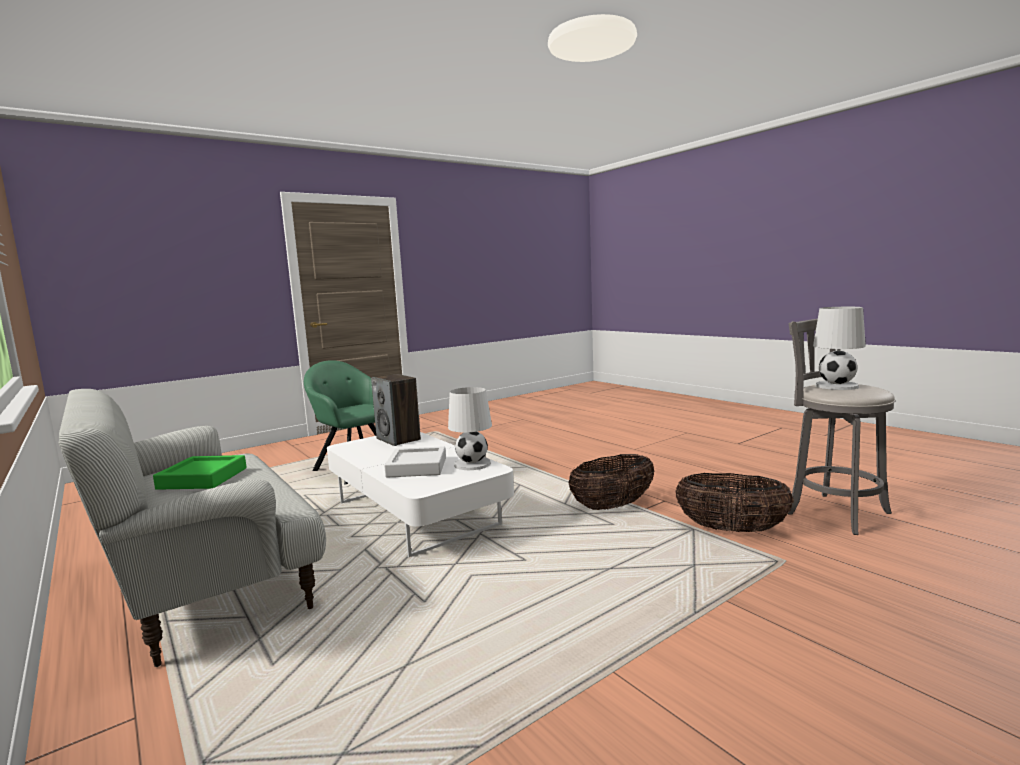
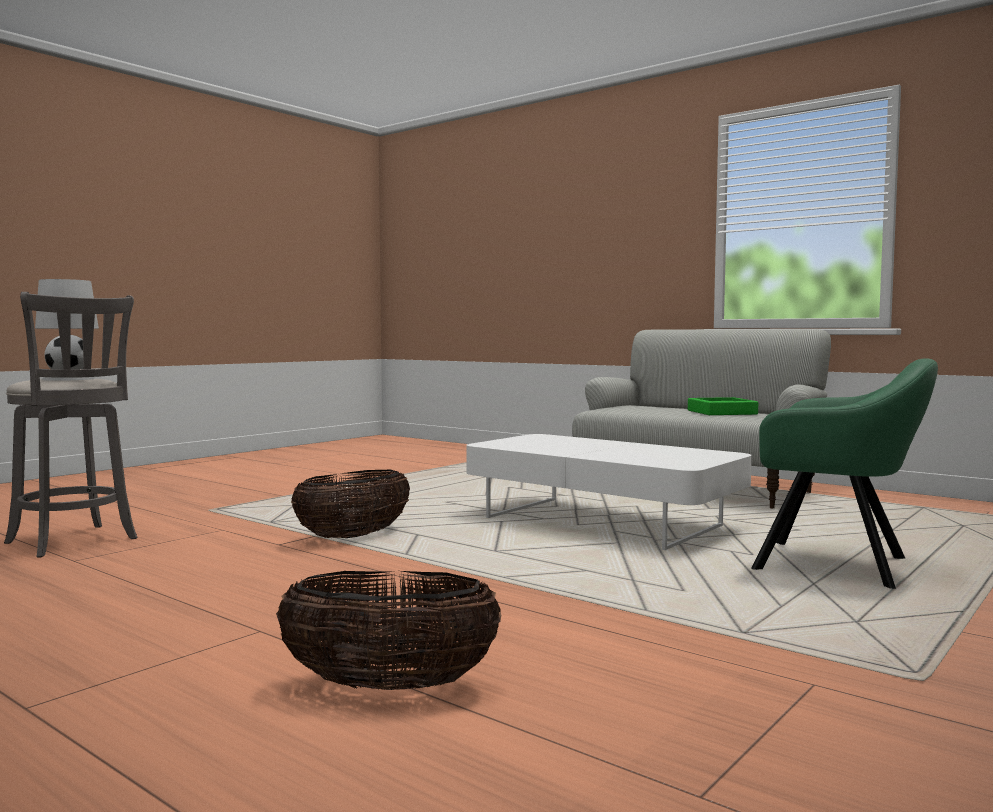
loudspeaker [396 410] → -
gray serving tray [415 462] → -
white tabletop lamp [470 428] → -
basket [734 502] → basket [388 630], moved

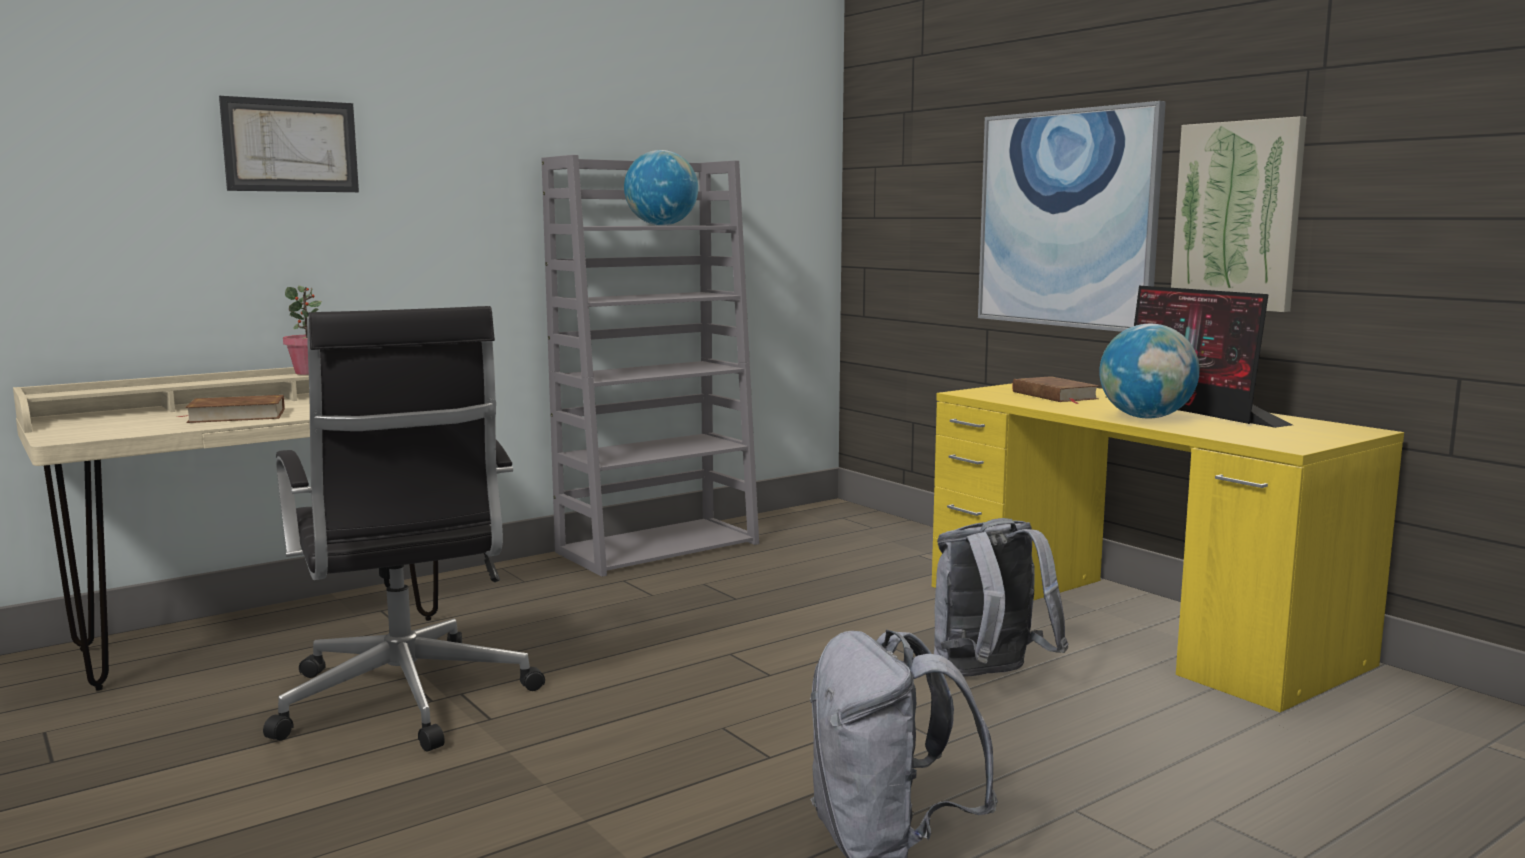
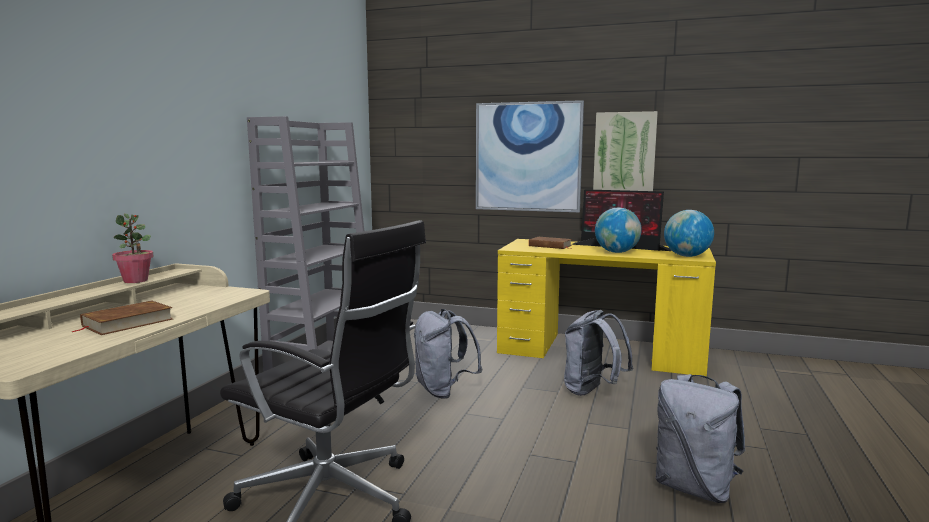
picture [289 144] → -
- → gray rucksack [448 354]
world globe [661 188] → world globe [689 233], moved

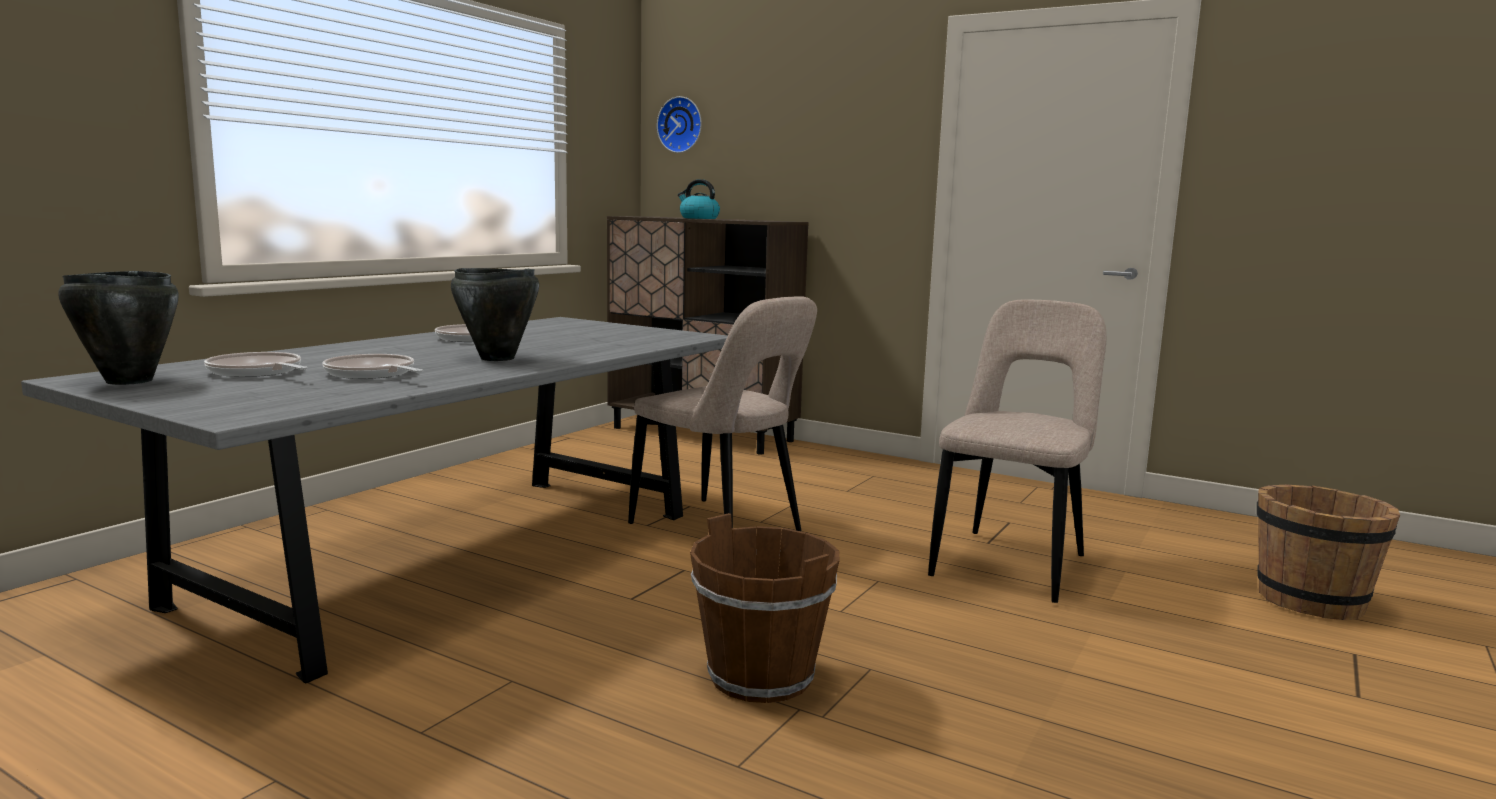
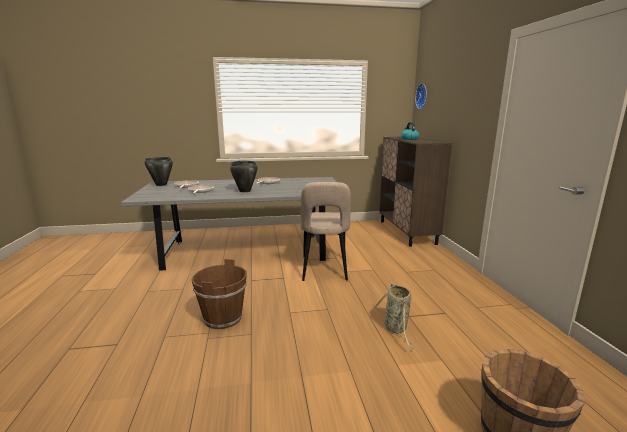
beige chair [1017 451] → basket [393 316]

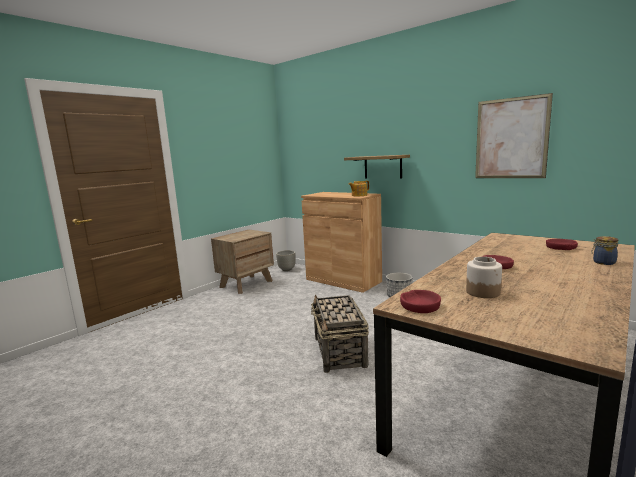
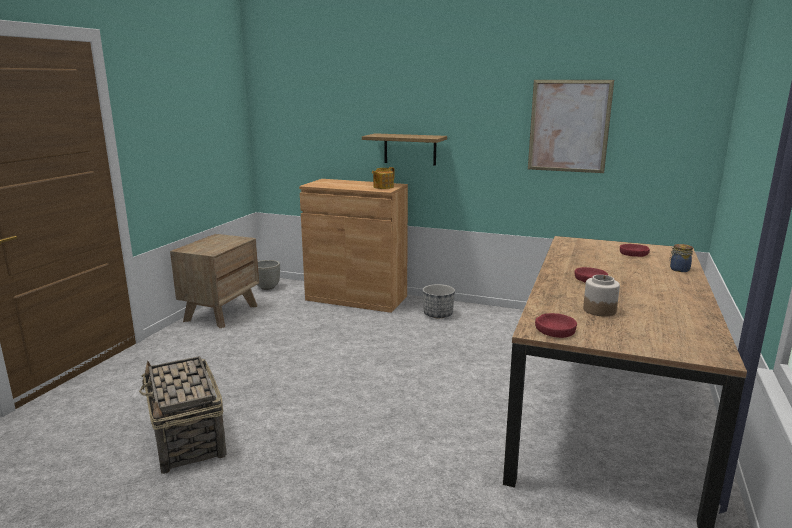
basket [340 333] → basket [183 415], moved

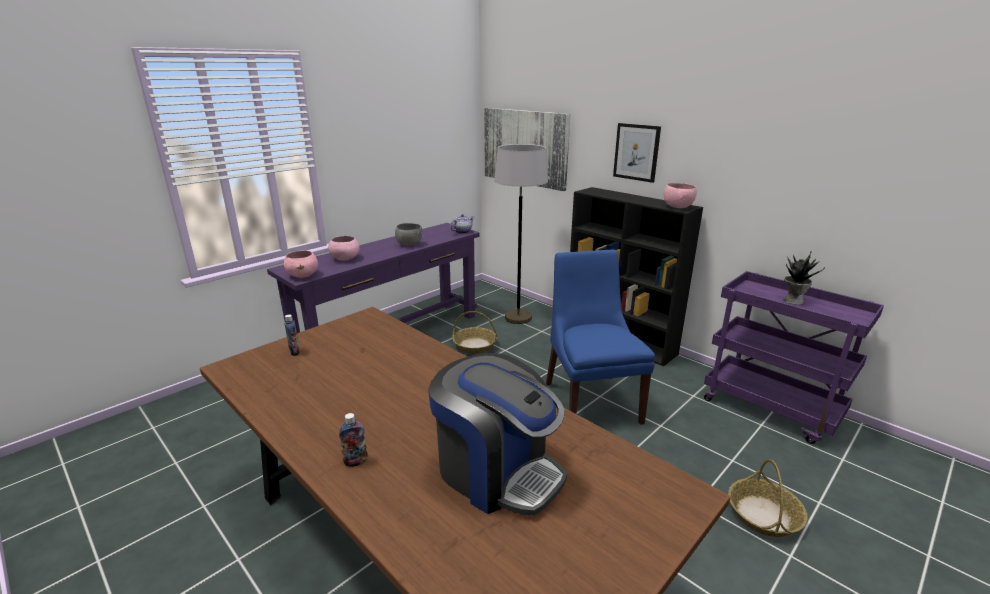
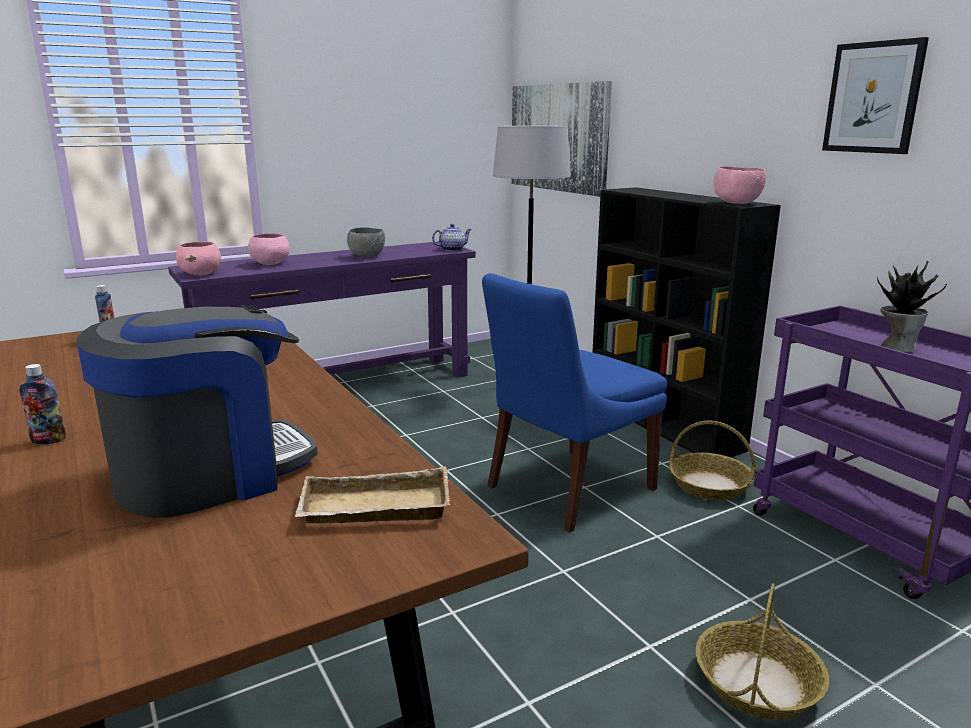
- → beige serving tray [372 494]
basket [475 332] → basket [712 460], moved
picture [637 153] → picture [875 95], moved
coffee machine [497 434] → coffee machine [197 411], 90 degrees counterclockwise
blue chair [600 337] → blue chair [574 403], 135 degrees counterclockwise

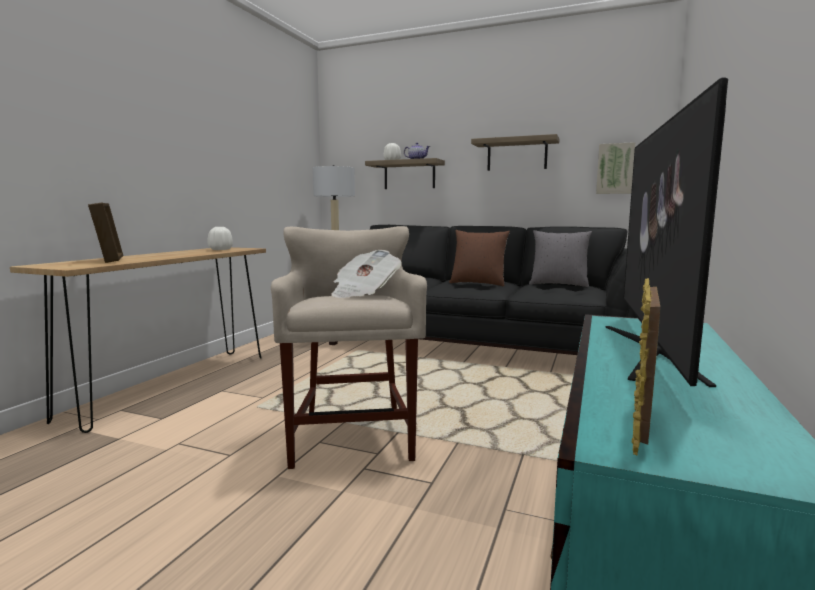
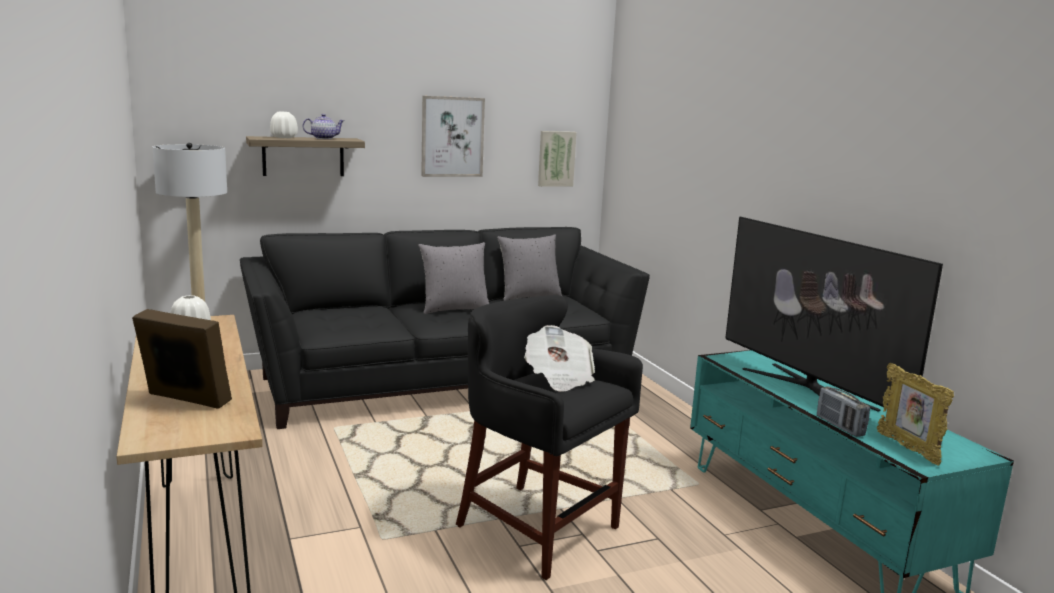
- → radio [843 412]
bracket shelf [515 152] → picture [453 136]
beige sitting stool [349 347] → blackish sitting stool [549 437]
brown cushion [479 258] → gray cushion [454 278]

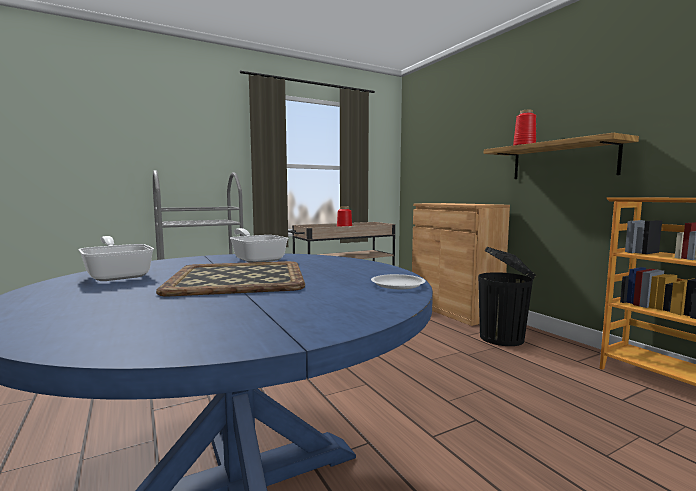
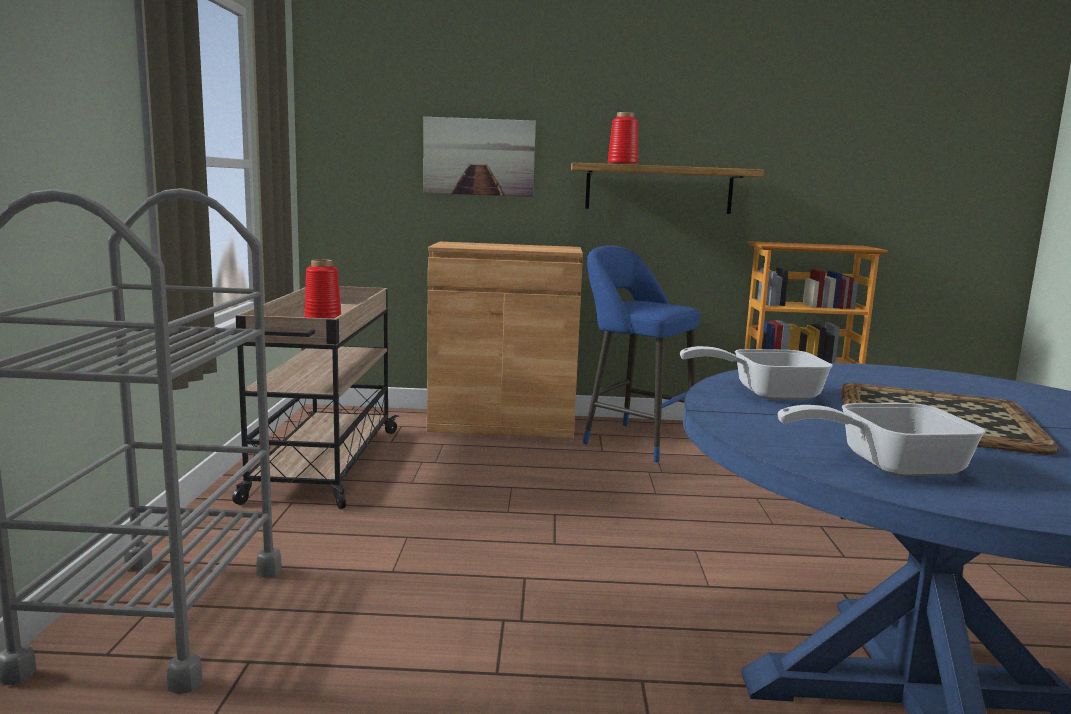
white flat dish [398 281] → -
- → picture [479 157]
blackish waste bin [507 296] → blue sitting stool [641 354]

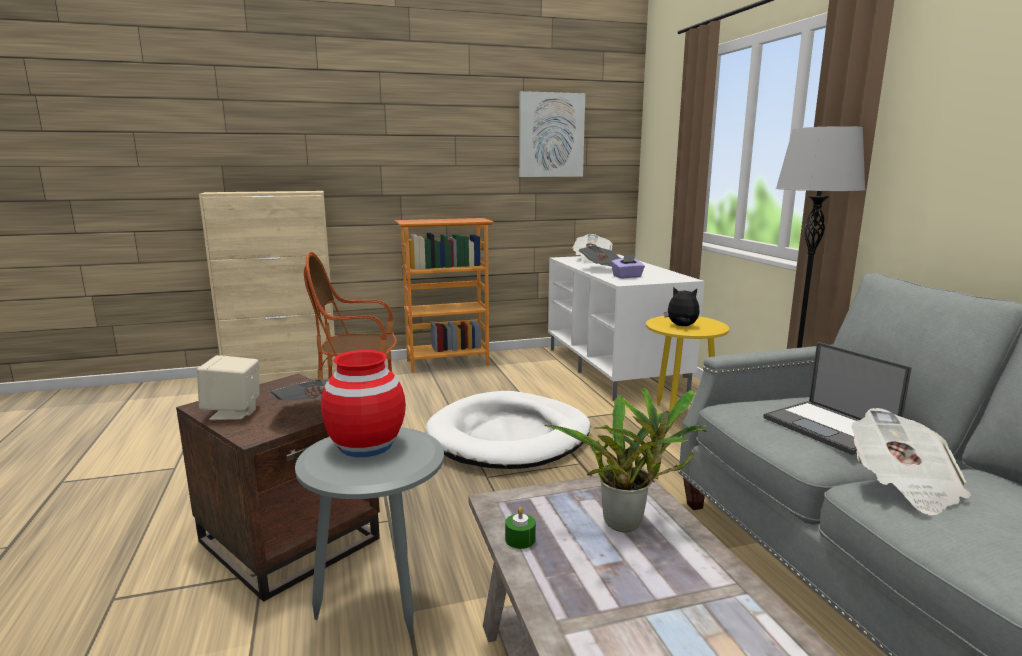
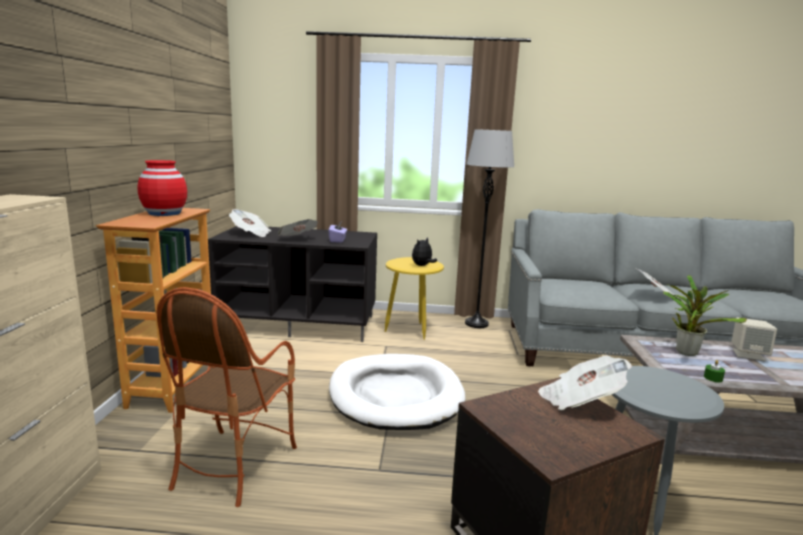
picture [552 134] → -
portable computer [837 398] → -
beige loudspeaker [228 387] → beige loudspeaker [754 339], moved
red-coloured vase [363 403] → red-coloured vase [162 188], moved
white media console [626 327] → blackish media console [292 284]

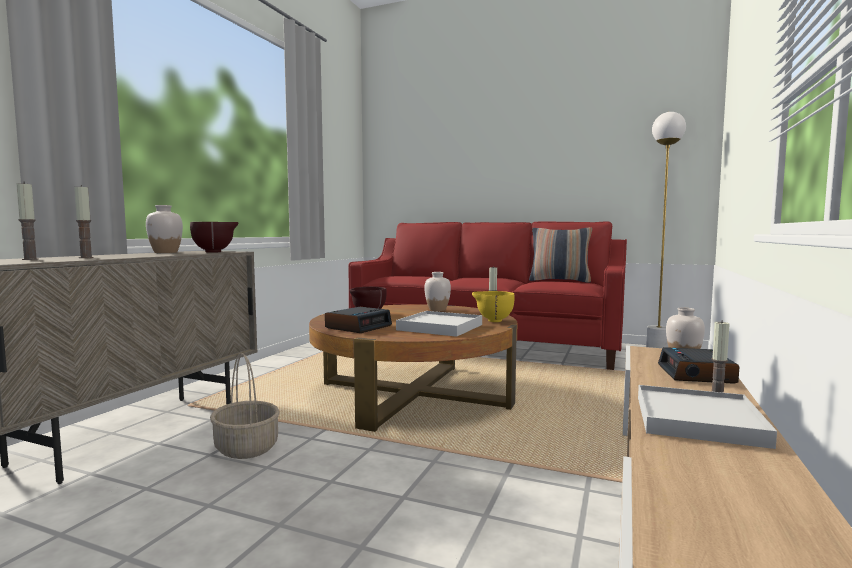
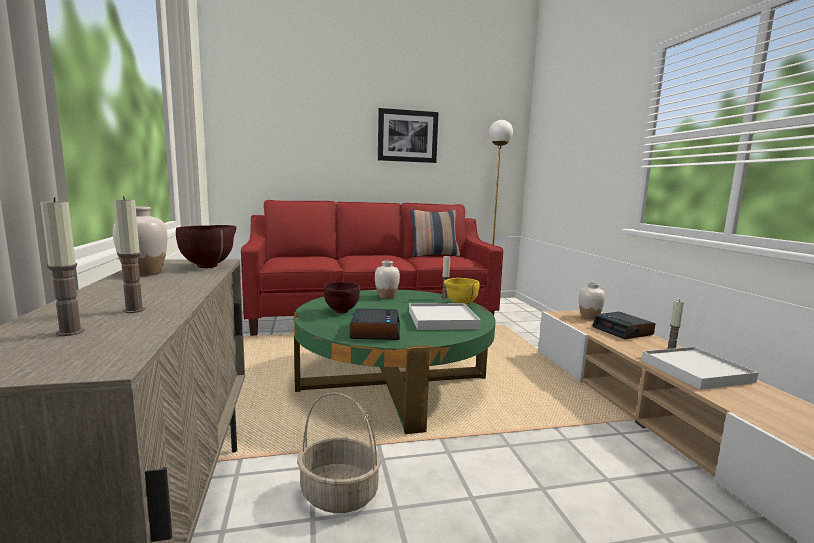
- → picture [408 135]
brown coffee table [413 368] → green coffee table [394 362]

